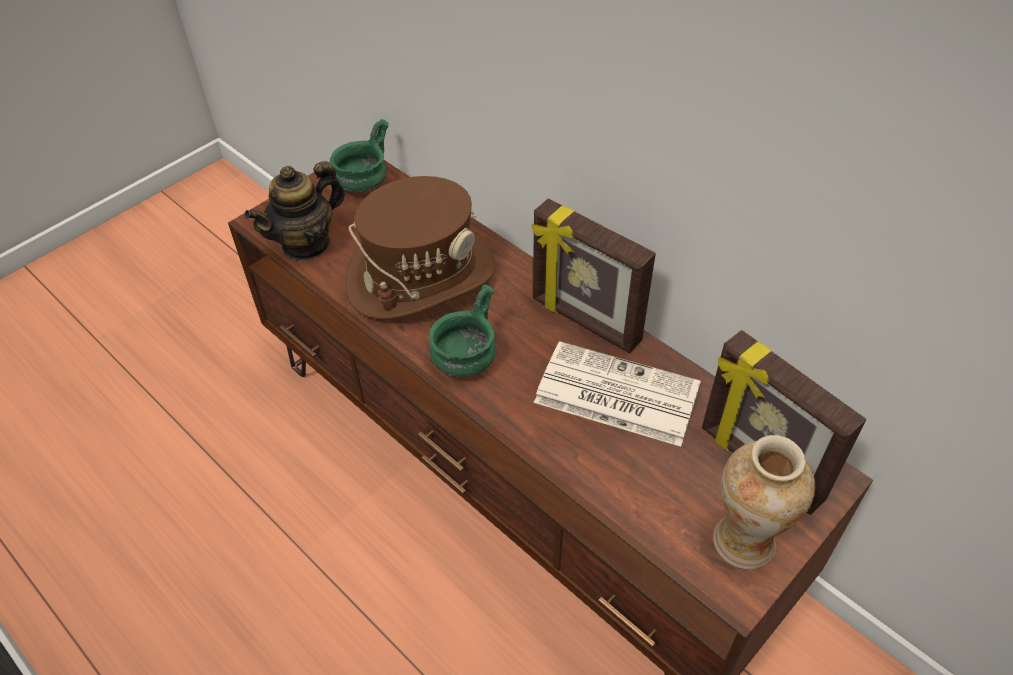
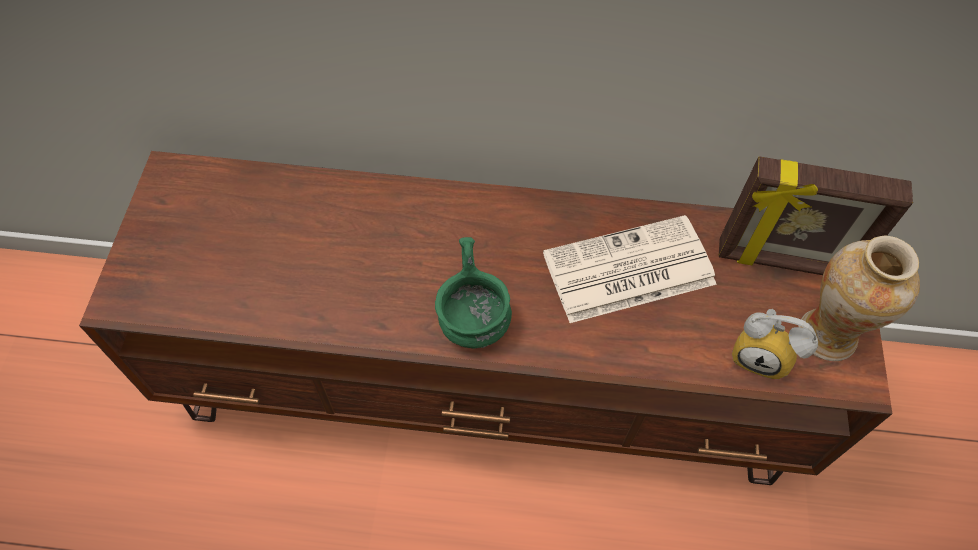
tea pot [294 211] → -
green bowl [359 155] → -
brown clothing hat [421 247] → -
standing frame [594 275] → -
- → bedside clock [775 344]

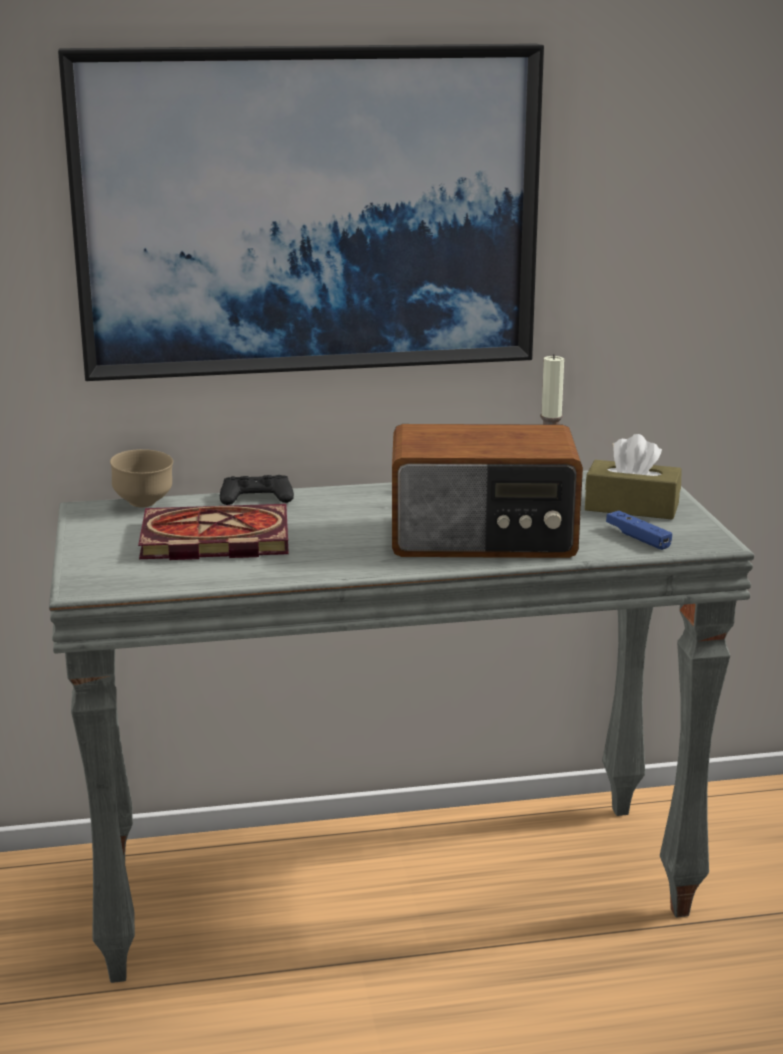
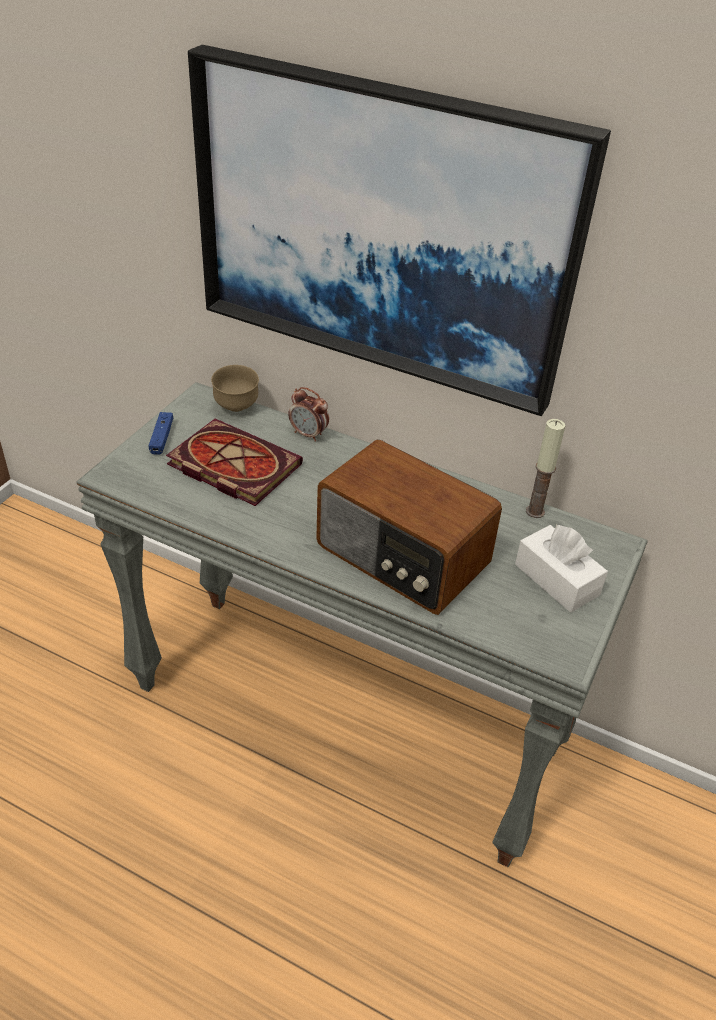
blue game controller [639 530] → blue game controller [161 433], moved
blackish game controller [257 490] → bedside clock [308 414]
brown tissue box [633 477] → white tissue box [561 568]

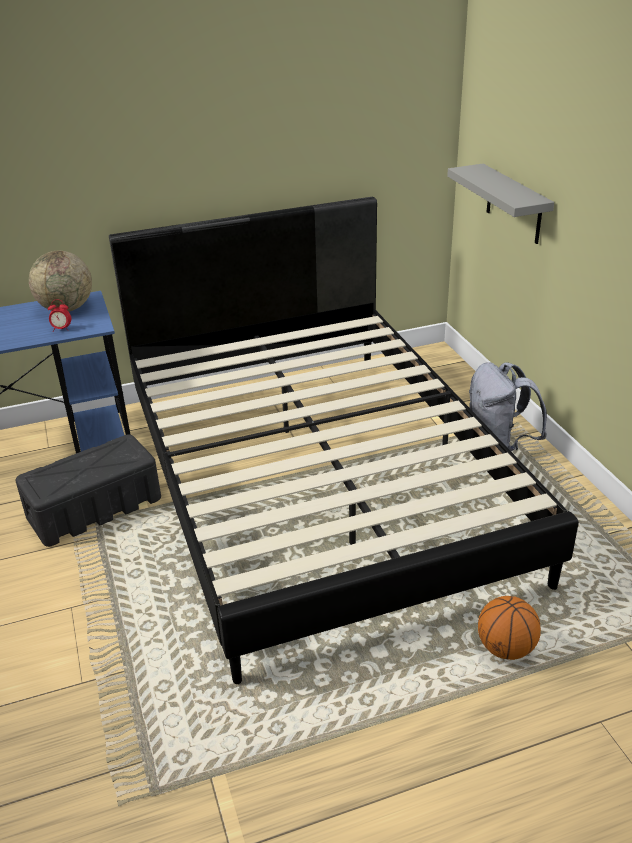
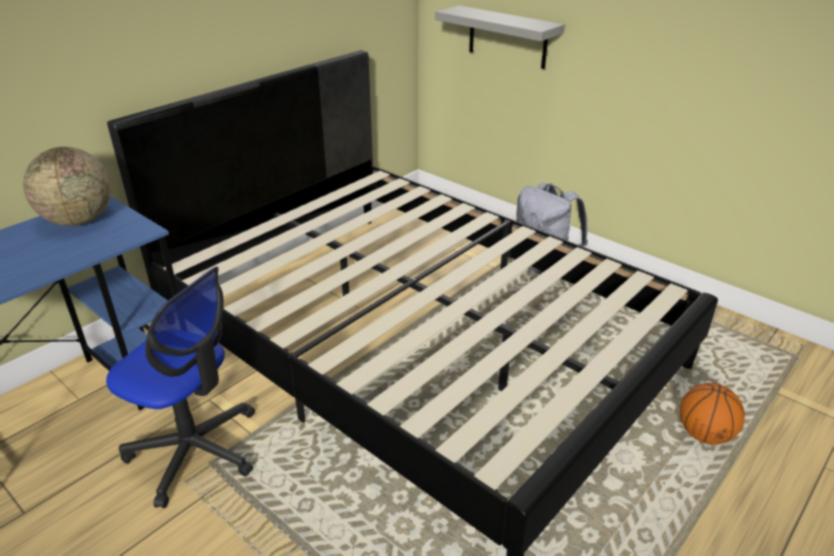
bedside clock [59 316] → -
blackish storage box [88 490] → desk chair [180 387]

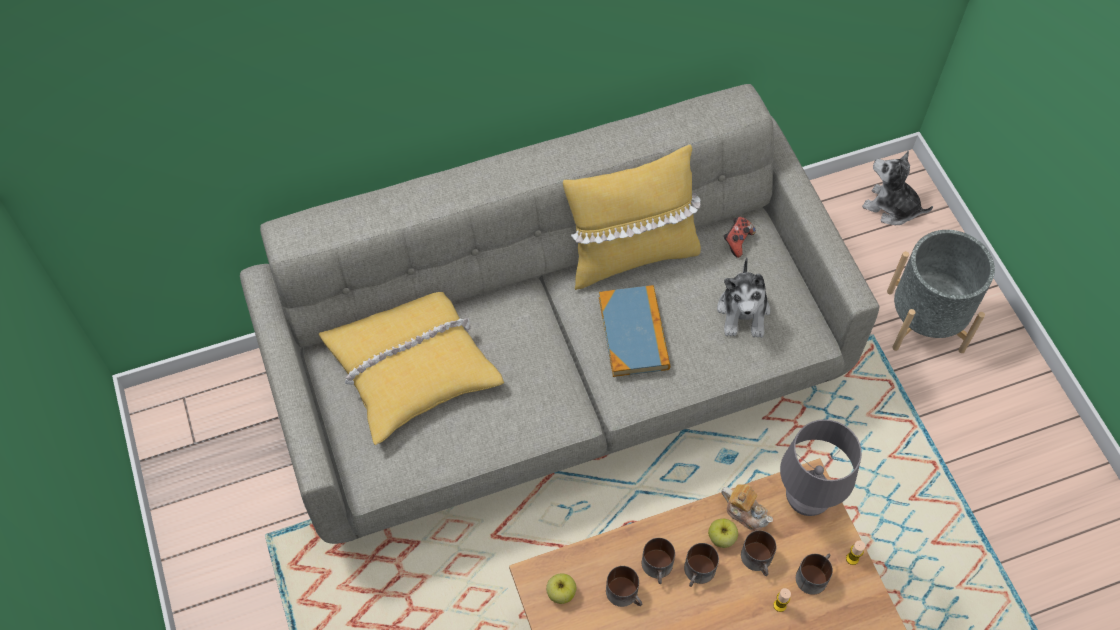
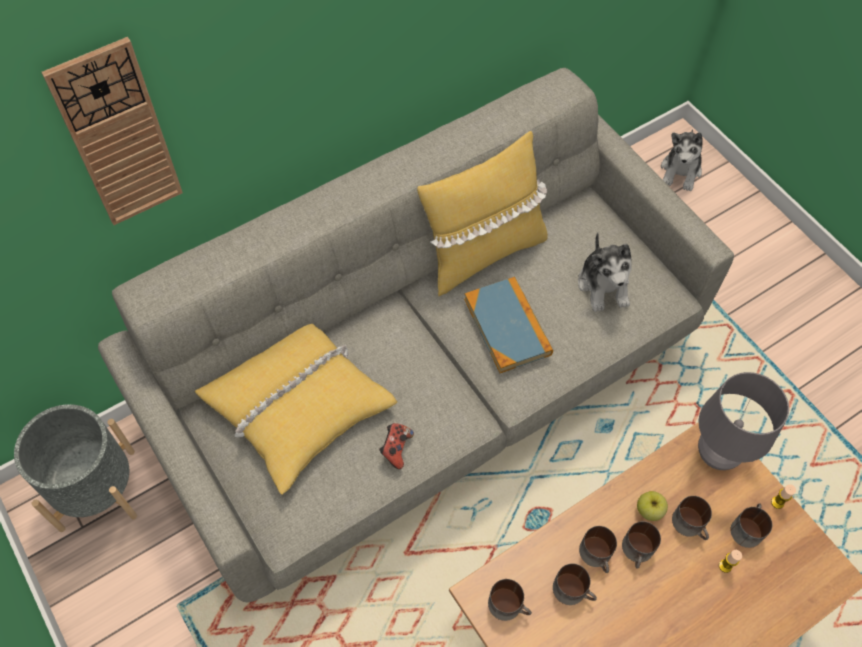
tea pot [747 507] → -
- → hanging clock [112 131]
game controller [740 237] → game controller [396 446], moved
gray planter [941 291] → gray planter [75 468], moved
apple fruit [561 589] → mug [510 600]
soft toy [897 188] → soft toy [682 160], 90 degrees counterclockwise

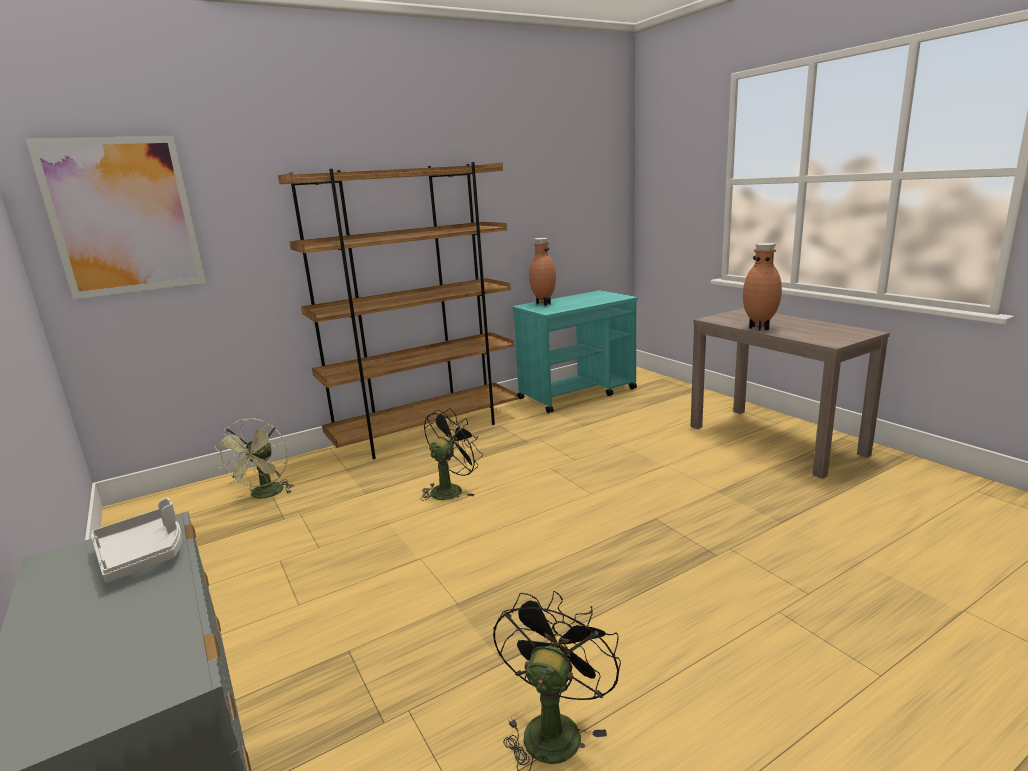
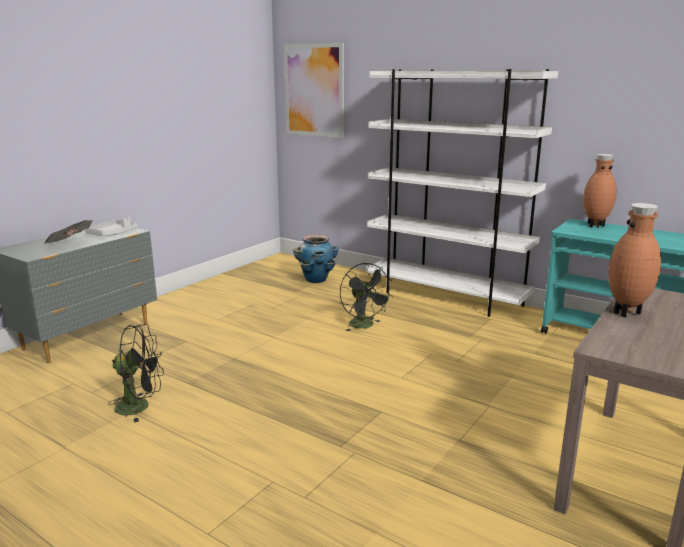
- → daily paper [68 232]
green electric fan [254 458] → planter [316 259]
brown shelving unit [398 310] → white shelving unit [462 193]
blackish electric fan [451 454] → blackish electric fan [366 297], 45 degrees clockwise

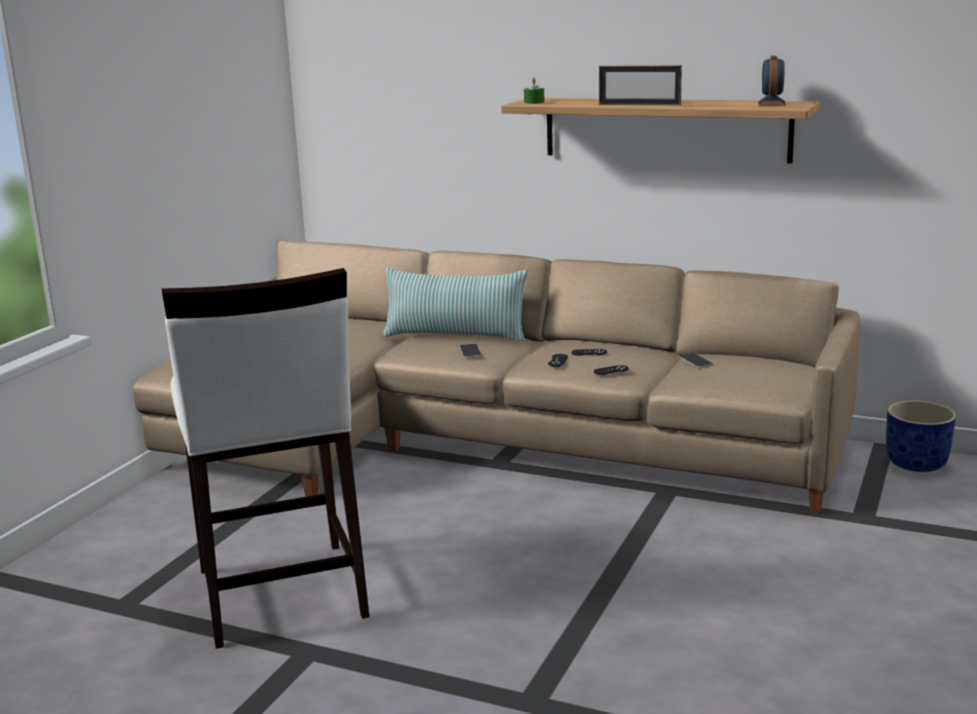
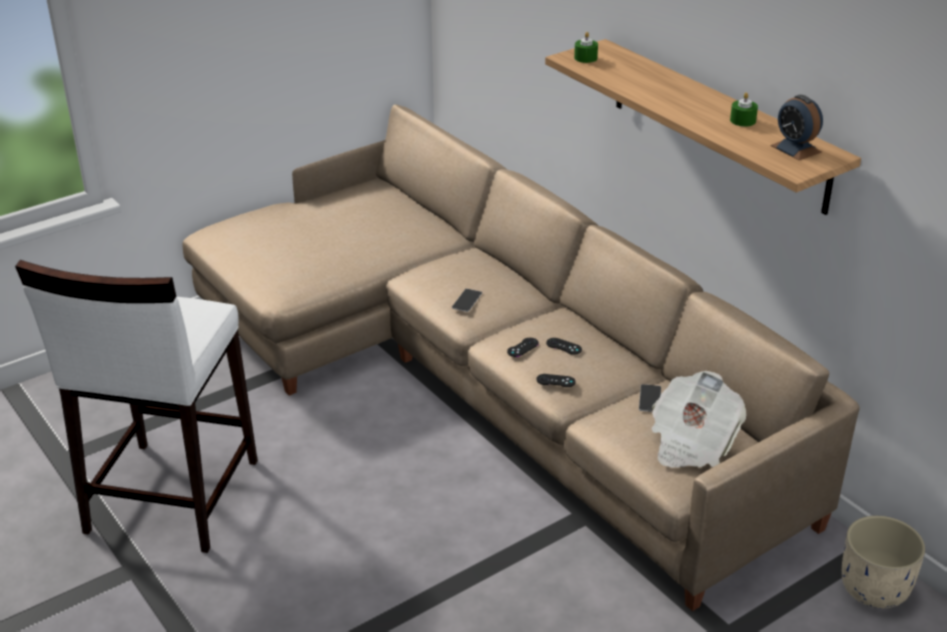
cushion [455 304] → -
standing frame [640 85] → -
- → daily paper [698 419]
- → green wax candle [744 109]
blue planter [921 436] → beige planter [883 562]
bedside clock [772 81] → bedside clock [796 128], 75 degrees counterclockwise

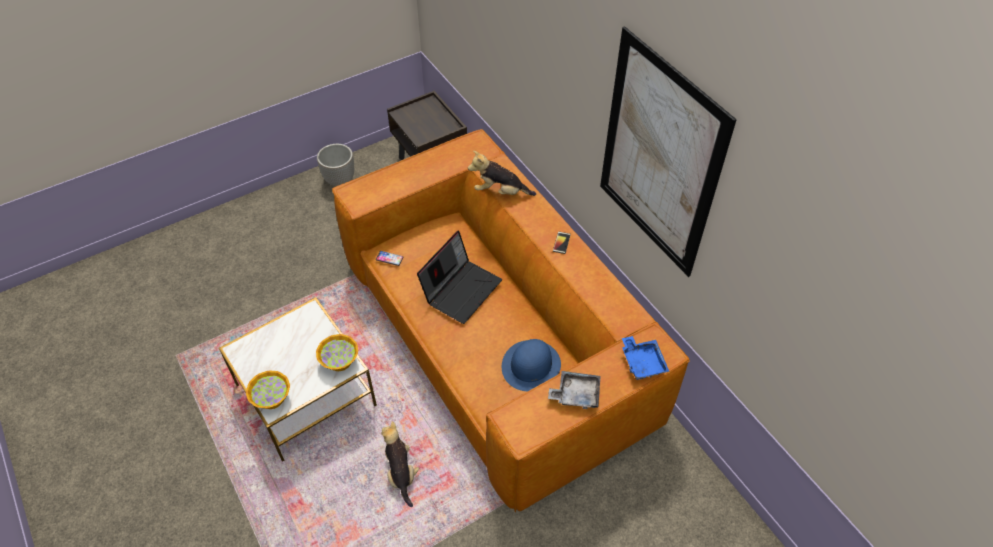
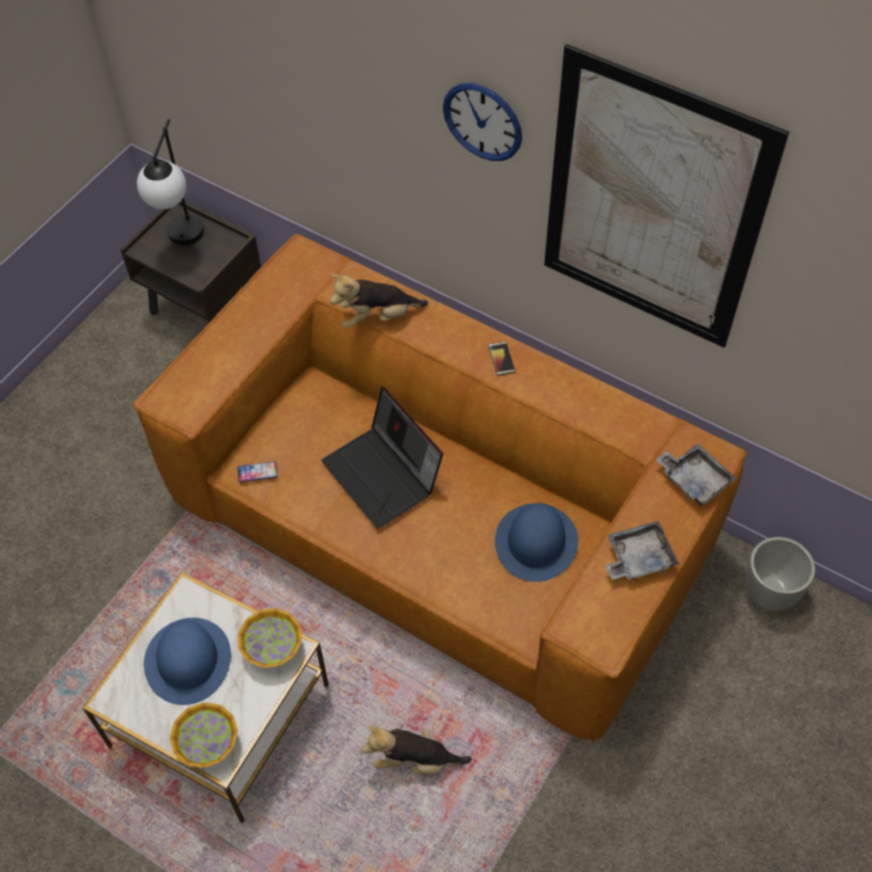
- → tabletop lamp [170 182]
- → blue clothing hat [187 661]
- → hanging clock [482 122]
planter [335 165] → planter [780 574], moved
blue serving tray [646 358] → gray serving tray [696 474]
soft toy [400 464] → soft toy [416 749], 45 degrees counterclockwise
portable computer [459 277] → portable computer [382 458], 135 degrees clockwise

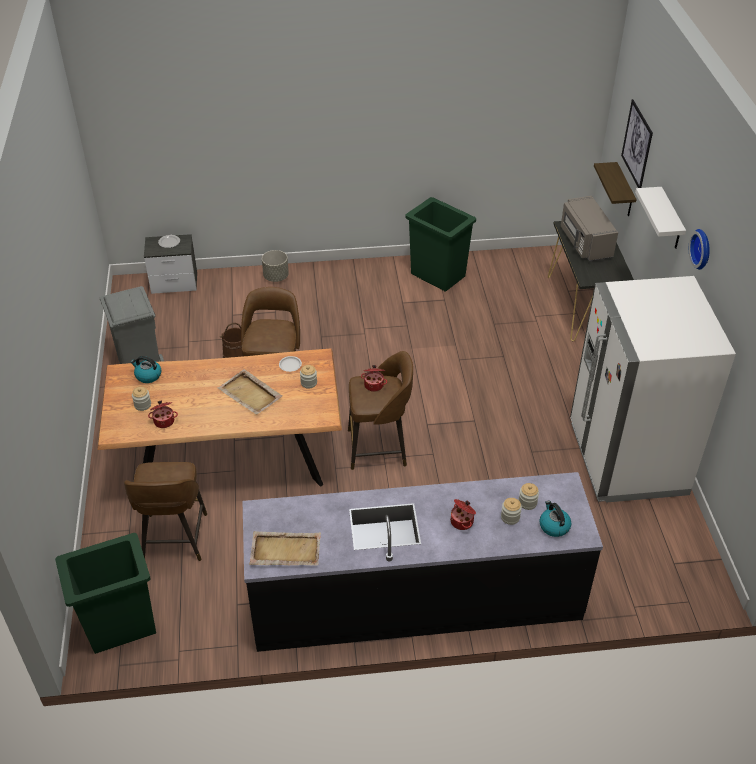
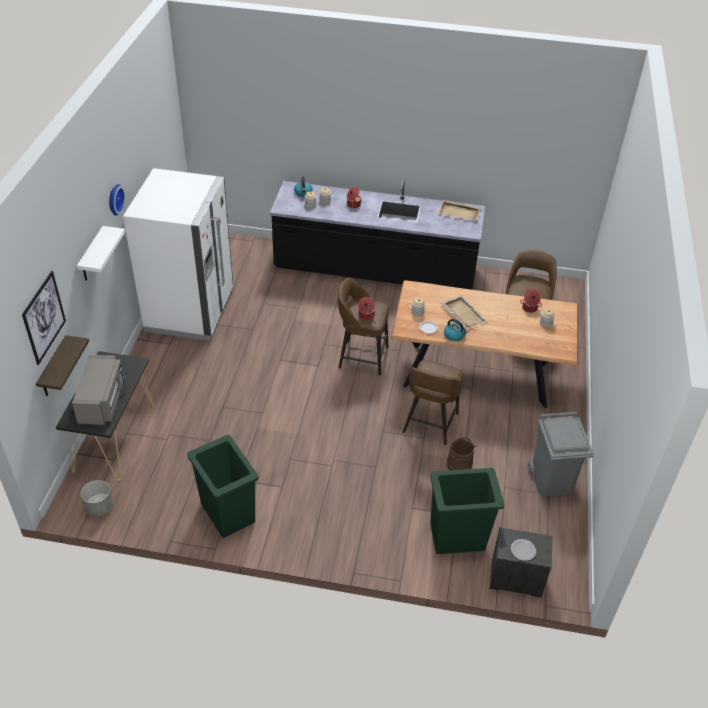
green waste bin [105 593] → green waste bin [467 511], moved
tea kettle [145 369] → tea kettle [456 330], moved
gray planter [275 266] → gray planter [97 498], moved

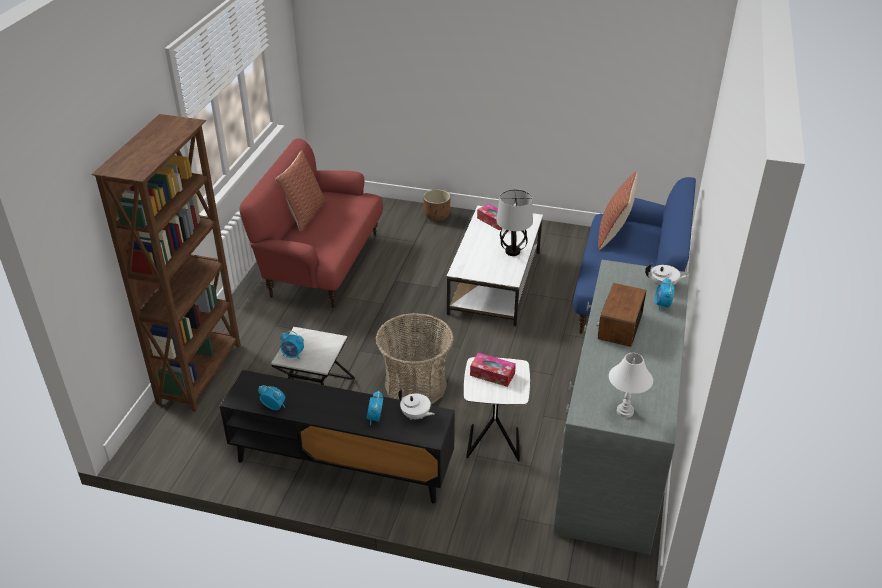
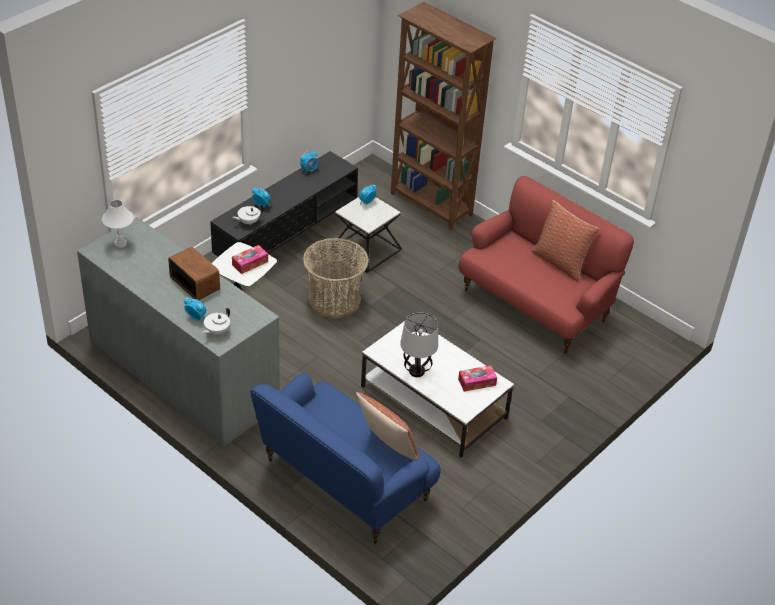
brown planter [437 205] → -

